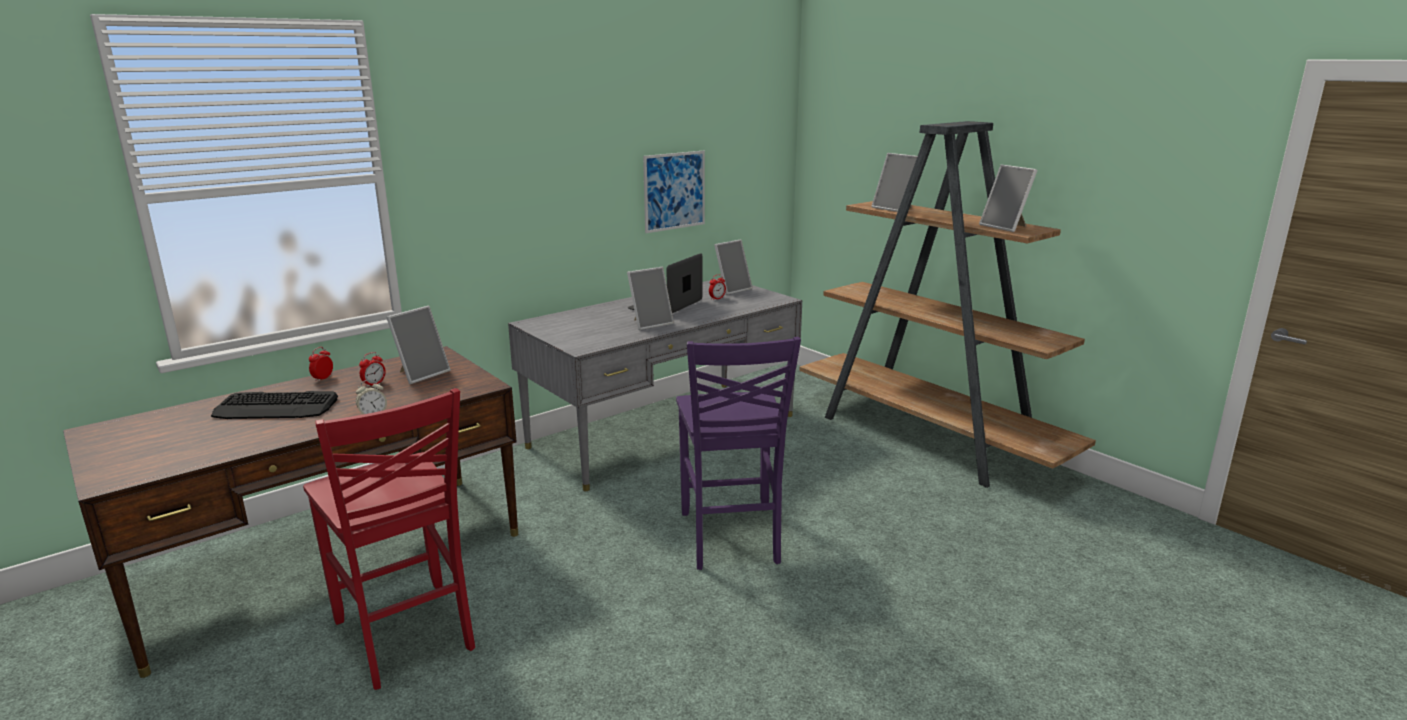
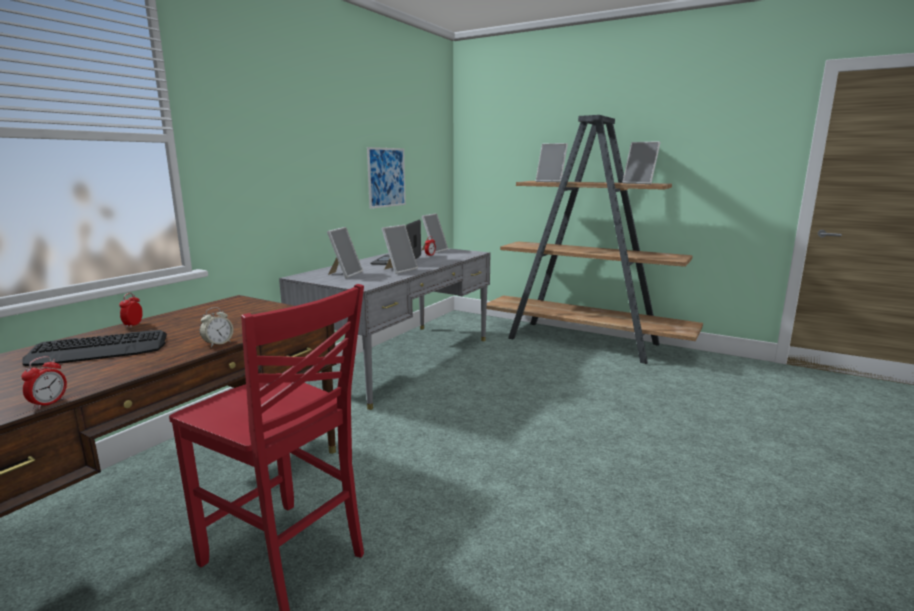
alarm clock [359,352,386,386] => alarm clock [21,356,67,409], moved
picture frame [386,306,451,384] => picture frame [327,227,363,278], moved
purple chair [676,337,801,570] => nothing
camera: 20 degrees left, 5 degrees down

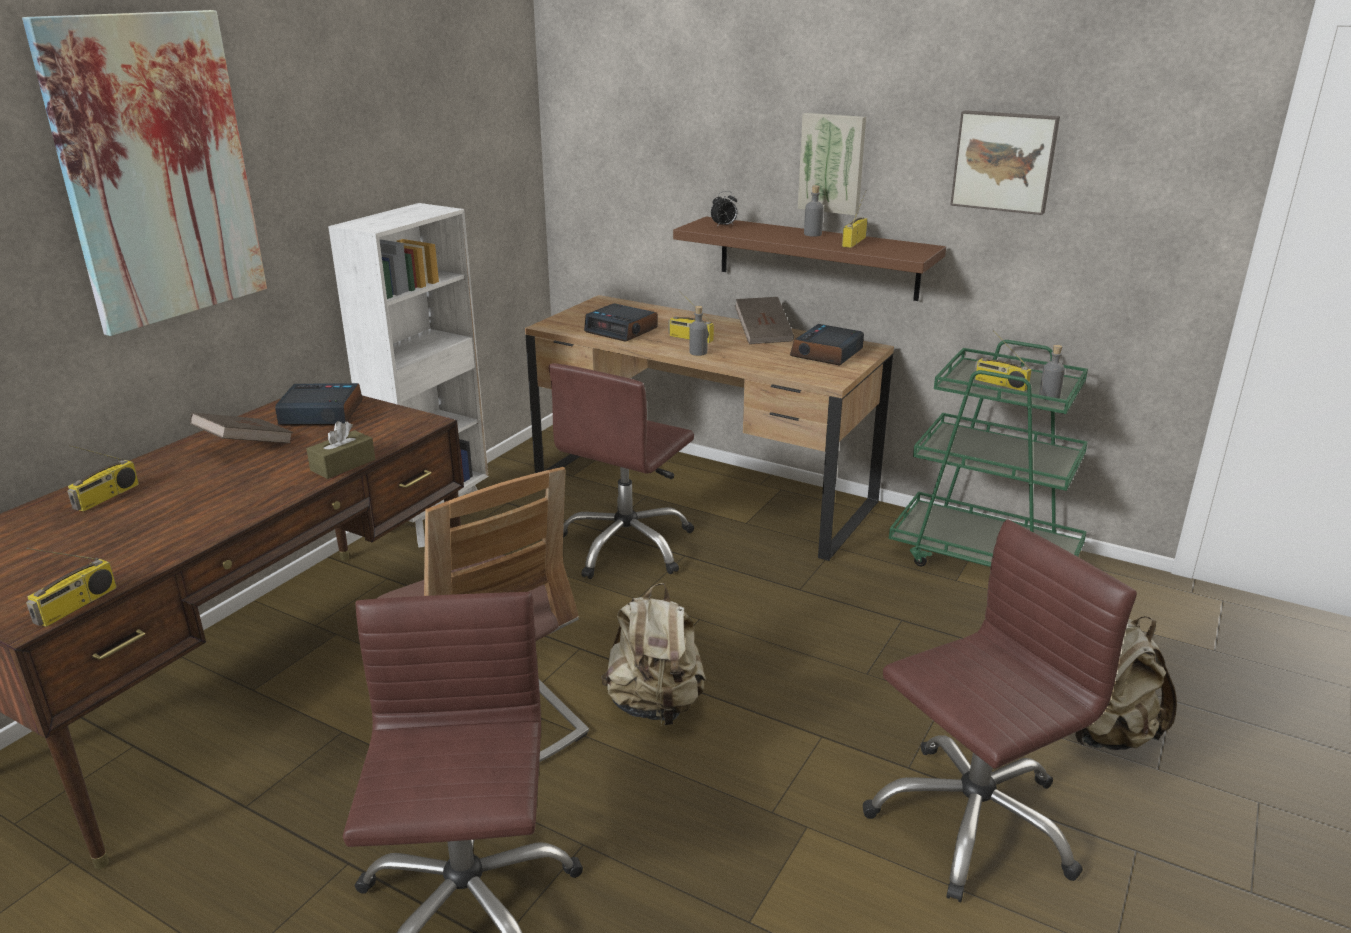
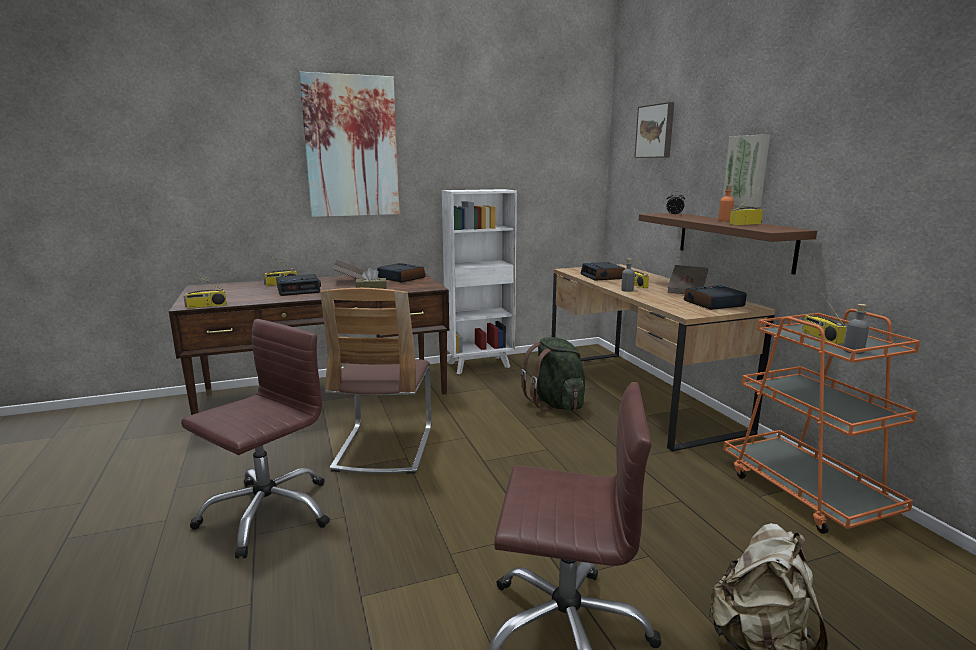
nothing => alarm clock [276,274,321,296]
brown office chair [549,363,694,579] => green backpack [521,337,585,411]
picture [950,110,1060,215] => picture [634,102,674,158], moved
grey bottle [804,185,824,237] => orange bottle [718,185,734,221]
green cart [889,340,1088,567] => orange cart [723,309,920,534]
beige backpack [601,583,706,726] => nothing
camera: 40 degrees right, 10 degrees down

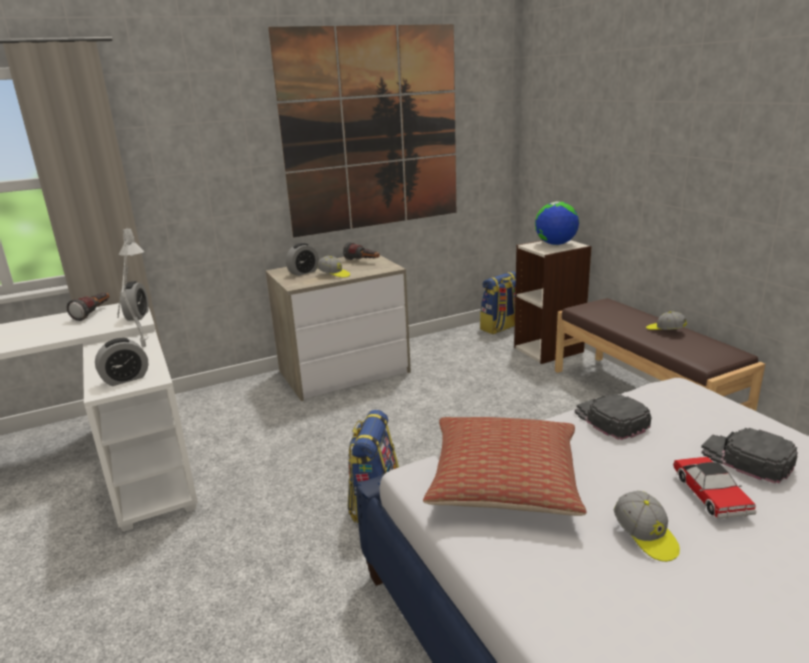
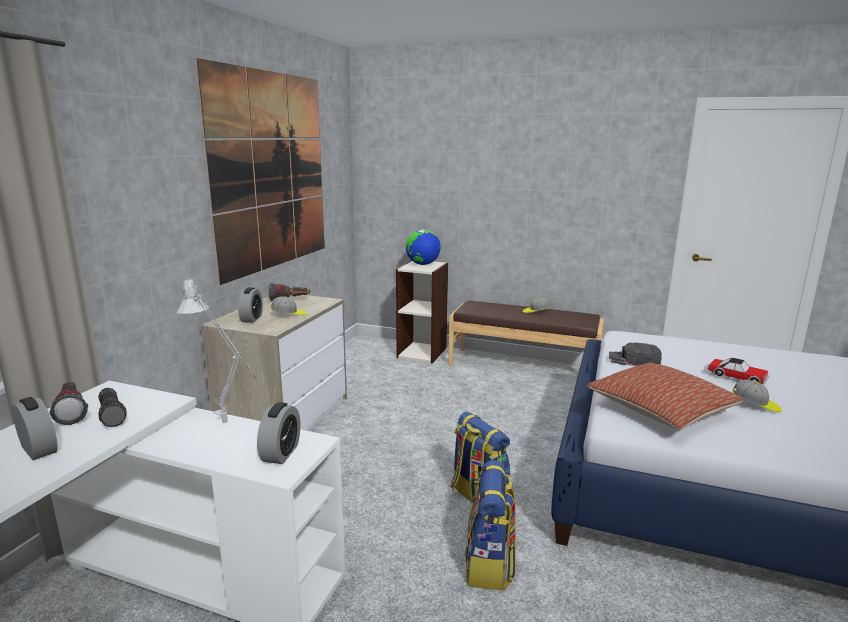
alarm clock [121,281,149,321] => alarm clock [12,397,58,460], moved
nothing => flashlight [98,388,127,427]
backpack [480,271,516,335] => backpack [465,460,516,591], moved
black cap [701,428,798,484] => nothing
camera: 45 degrees left, 5 degrees down

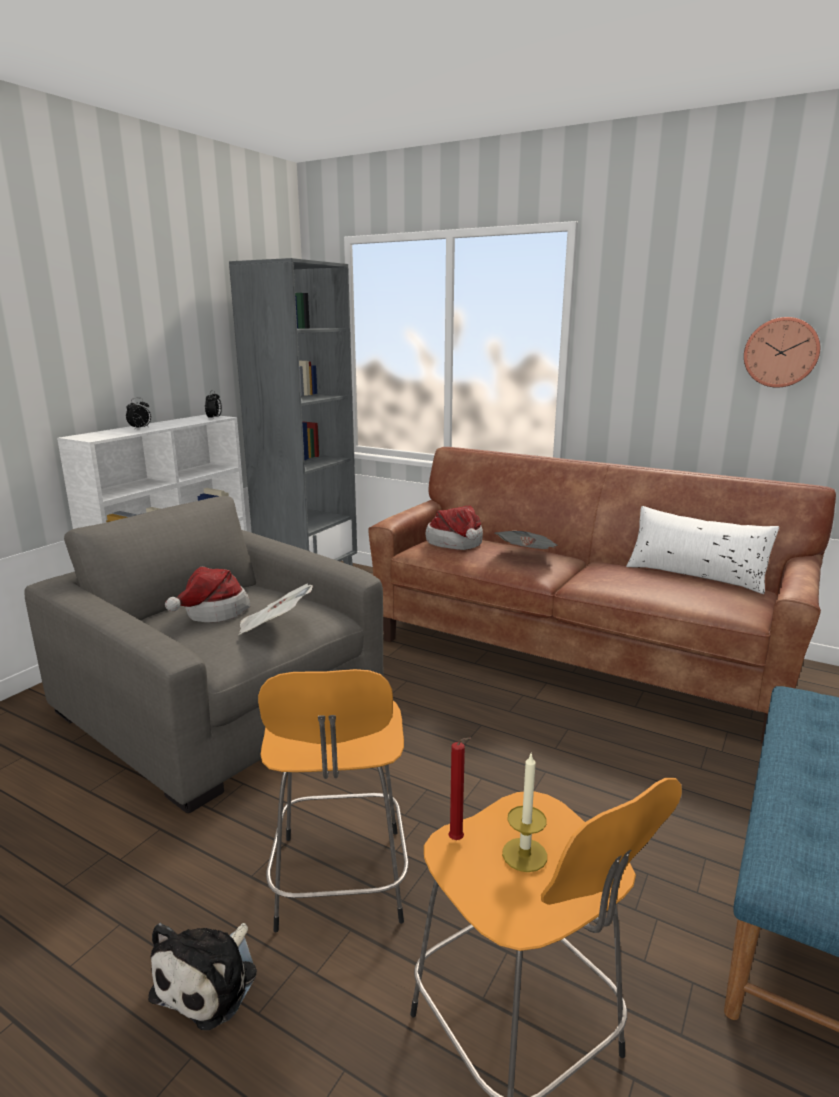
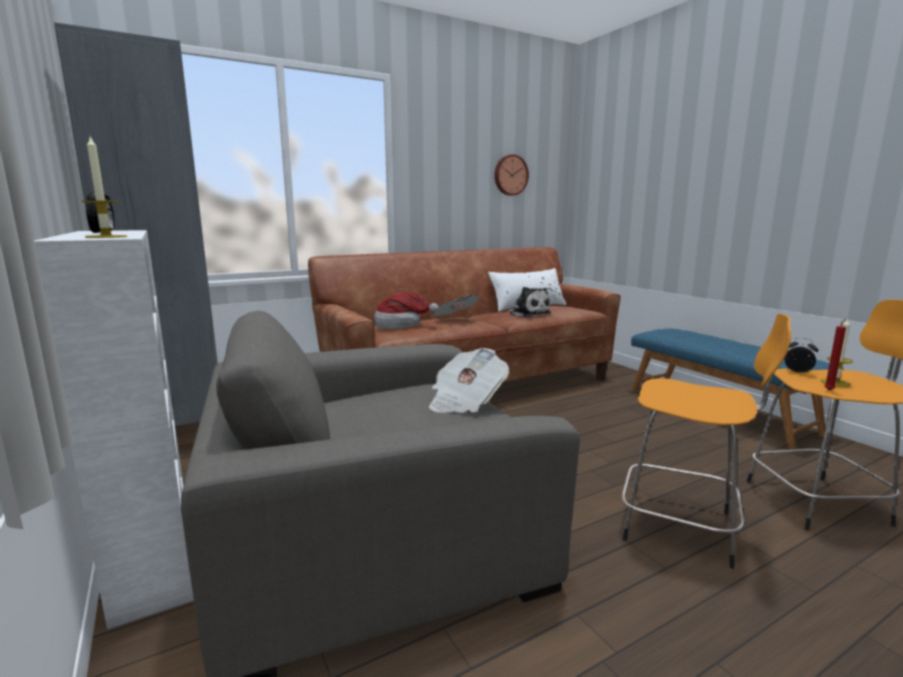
nothing => candle [82,137,127,238]
plush toy [148,923,257,1030] => plush toy [508,287,551,317], moved
alarm clock [205,390,222,418] => alarm clock [785,338,818,373], moved
hat [165,567,250,623] => nothing
camera: 60 degrees left, 5 degrees down

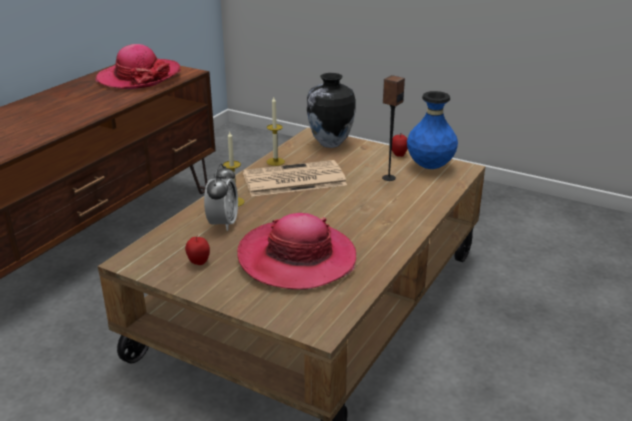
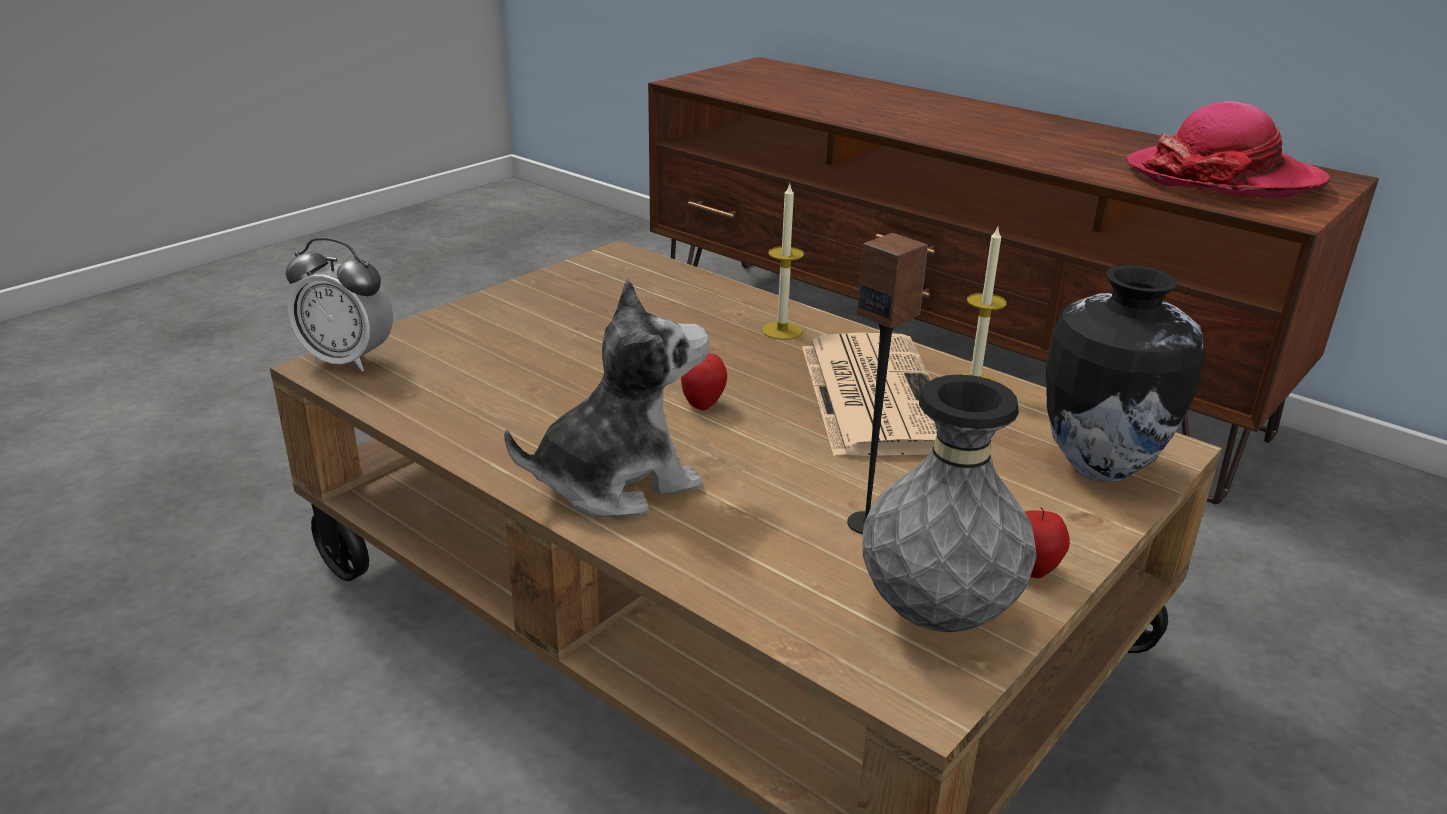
alarm clock [204,163,238,231] => alarm clock [286,237,393,371], moved
nothing => plush toy [504,278,709,517]
apple [185,235,210,265] => apple [681,353,727,410], moved
blue vase [407,91,458,169] => grey vase [863,375,1037,632]
hat [237,213,356,290] => nothing
camera: 100 degrees right, 0 degrees up

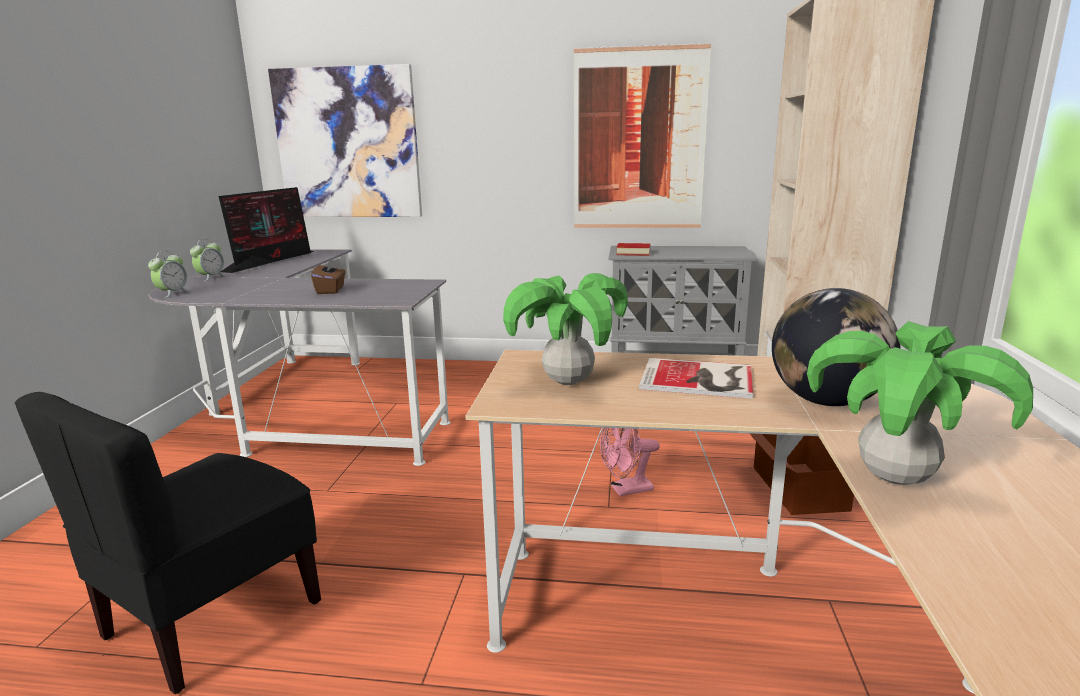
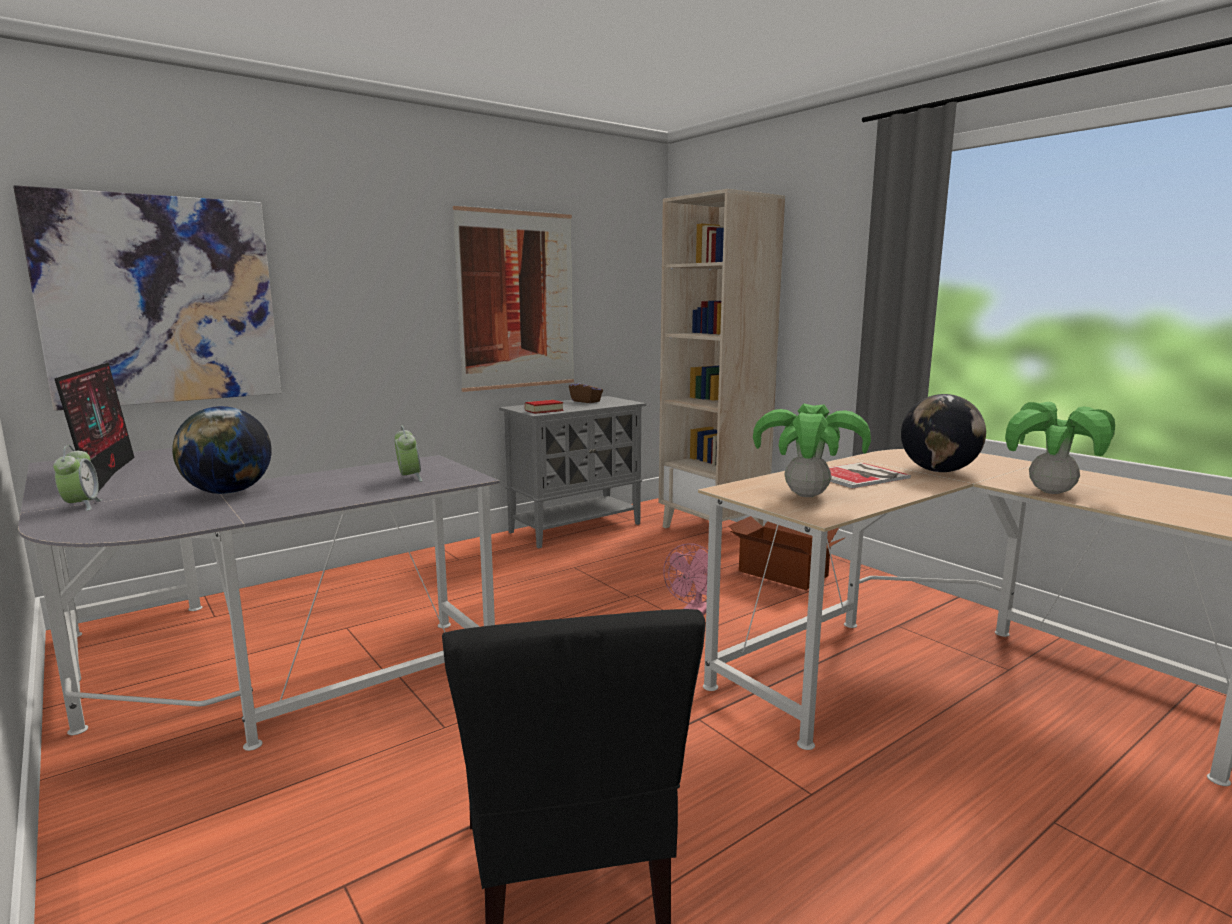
nothing => globe [172,406,272,494]
alarm clock [148,251,190,298] => alarm clock [395,425,422,482], moved
brown tissue box [311,258,346,294] => brown tissue box [569,377,603,403], moved
camera: 45 degrees left, 5 degrees down

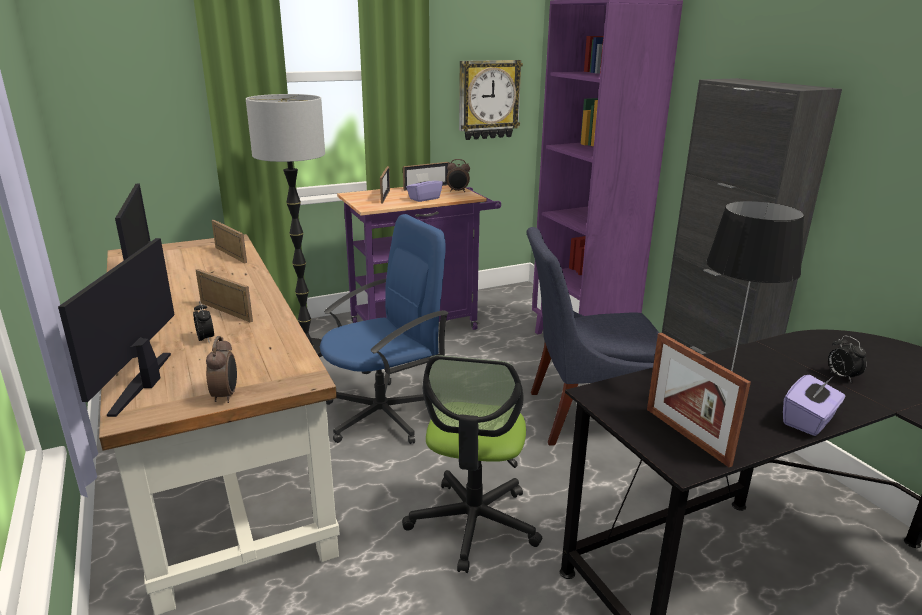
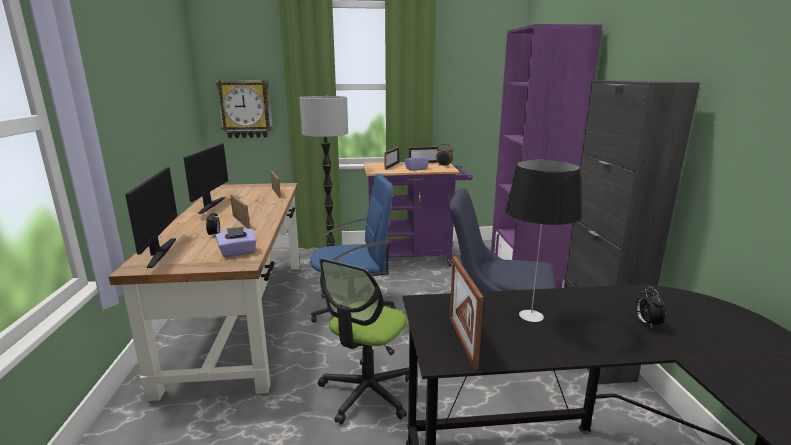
monitor [58,238,175,417] => monitor [125,167,177,268], 150 degrees clockwise
wall clock [459,60,523,140] => wall clock [216,80,272,138], moved
purple tissue box [783,375,845,436] => purple tissue box [216,227,257,257], moved
alarm clock [206,336,237,403] => nothing
camera: 20 degrees right, 5 degrees down

